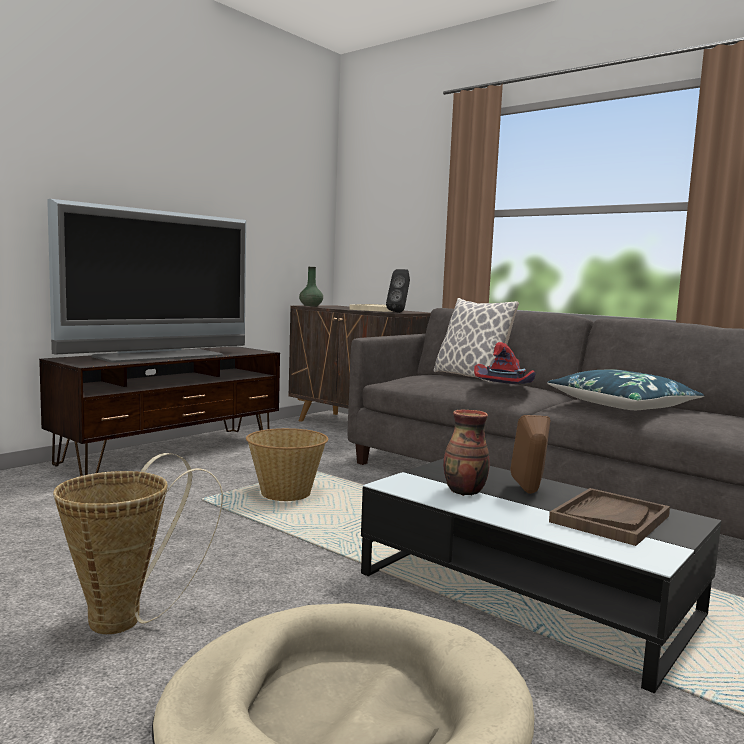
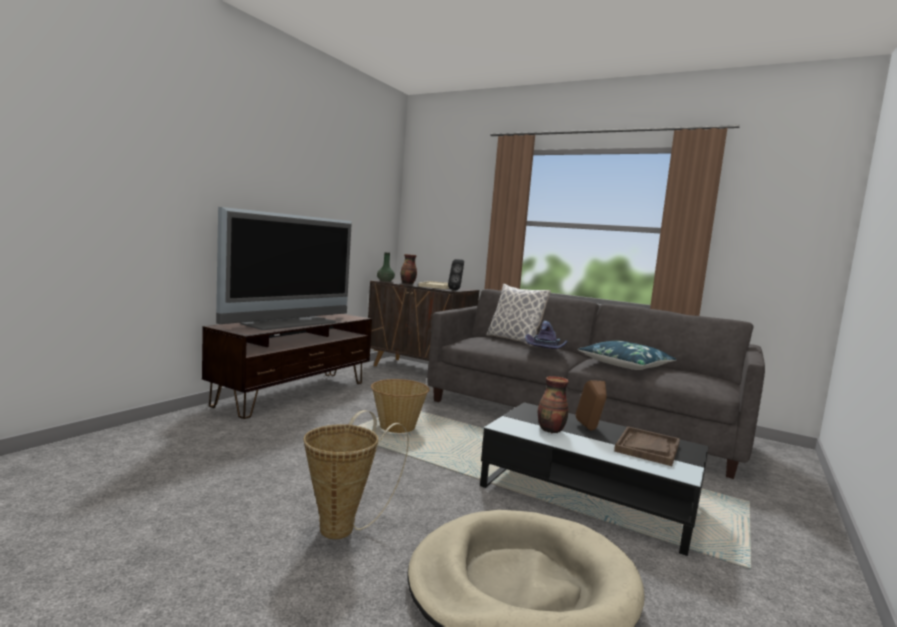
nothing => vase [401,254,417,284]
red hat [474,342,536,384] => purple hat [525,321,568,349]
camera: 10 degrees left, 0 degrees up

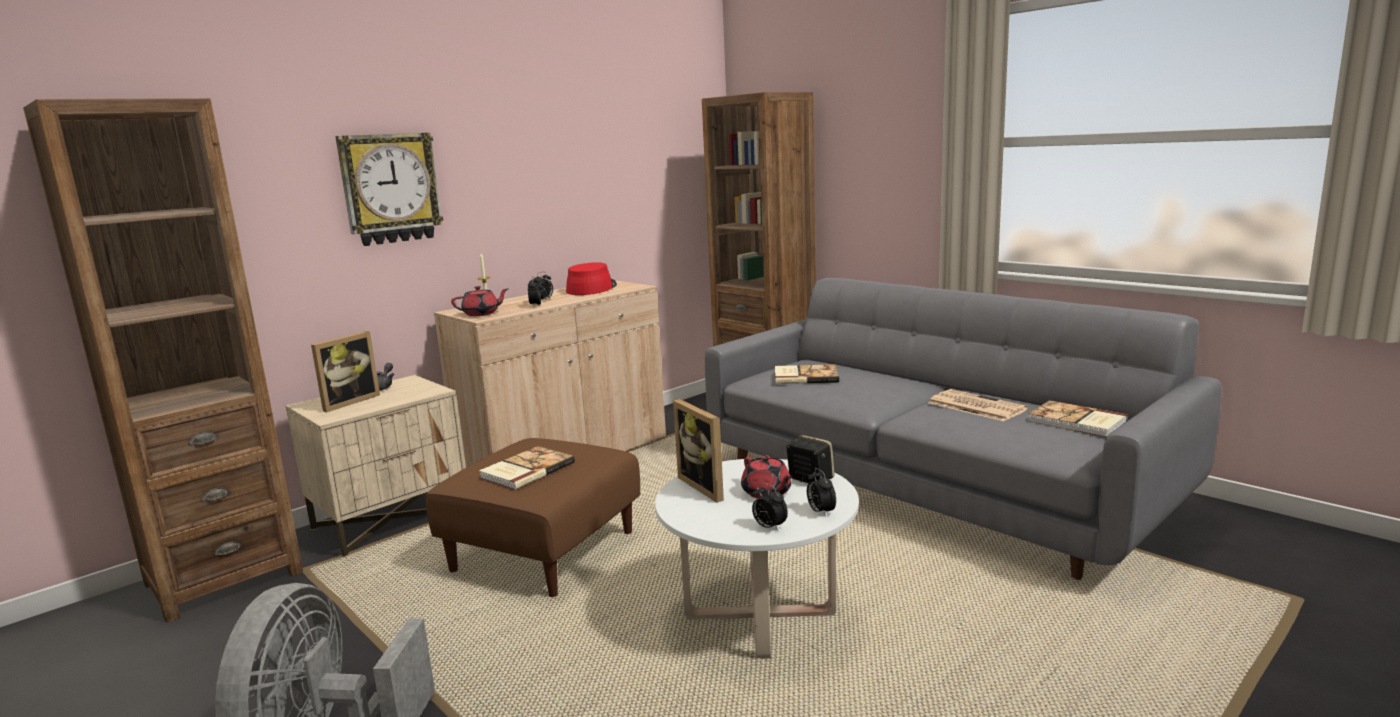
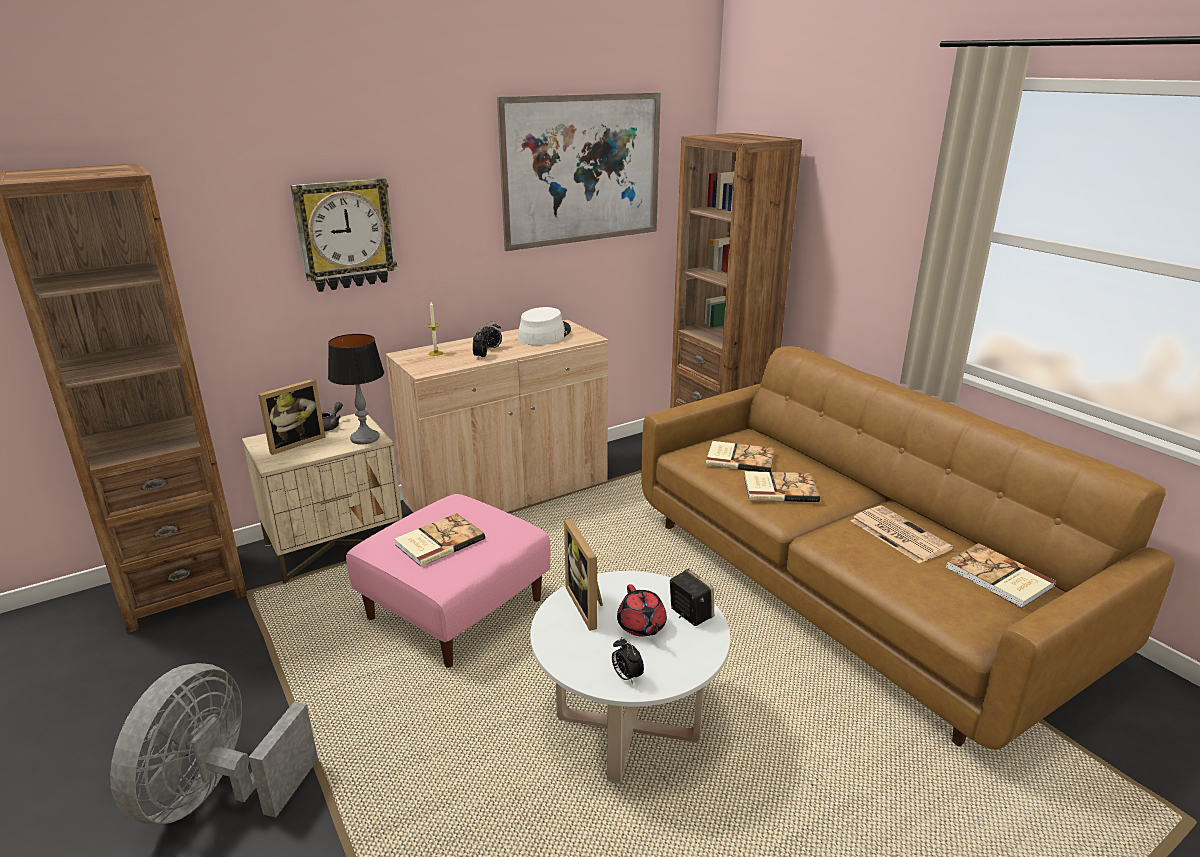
nothing => table lamp [328,334,384,445]
brown ottoman [425,438,640,597] => pink ottoman [346,494,551,668]
nothing => picture [497,93,661,251]
red hat [566,262,617,295] => white hat [518,307,571,345]
grey sofa [705,278,1222,580] => brown sofa [641,346,1174,750]
nothing => book [744,471,820,502]
red teapot [451,286,509,316] => nothing
alarm clock [807,468,836,517] => nothing
camera: 10 degrees right, 10 degrees up

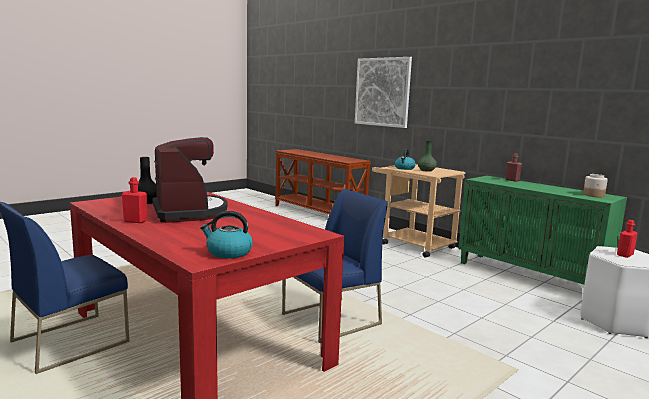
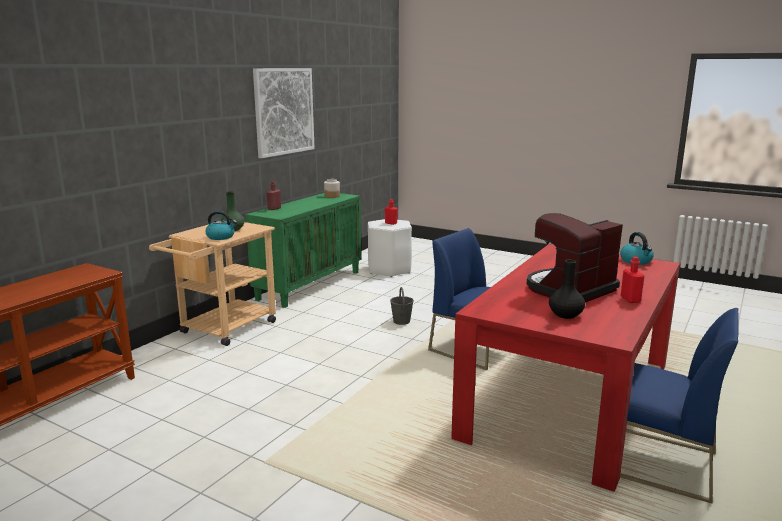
picture [355,57,412,128] => picture [253,68,315,158], moved
nothing => grey bucket [390,287,414,325]
camera: 105 degrees left, 5 degrees up

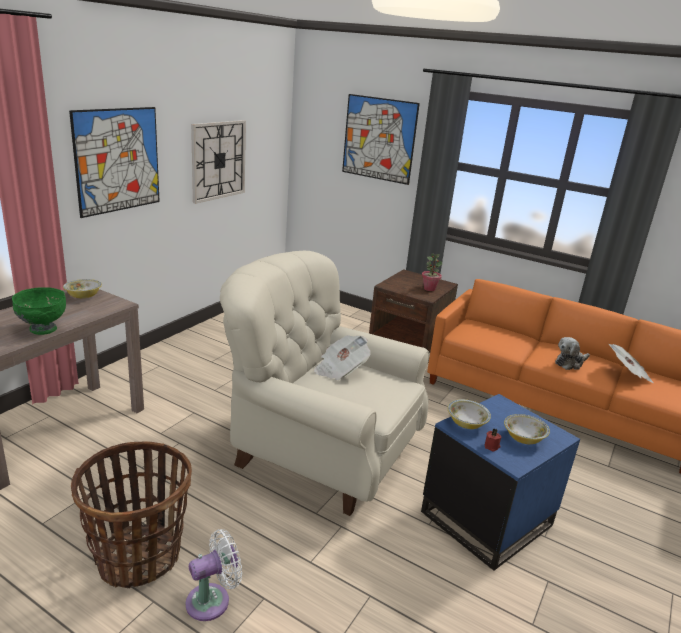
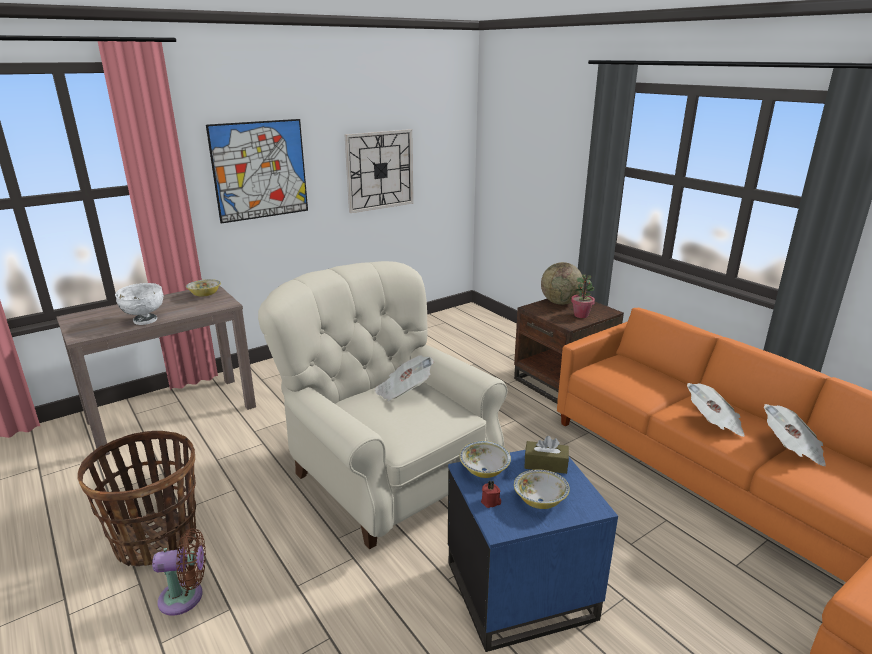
green bowl [12,287,66,335] => white bowl [115,283,164,325]
white fan [186,529,242,621] => brown fan [152,528,206,616]
nothing => brown tissue box [524,436,569,474]
nothing => globe [541,262,584,305]
plush toy [555,337,590,370] => newspaper [687,383,745,437]
picture [342,94,420,185] => nothing
camera: 25 degrees right, 0 degrees up

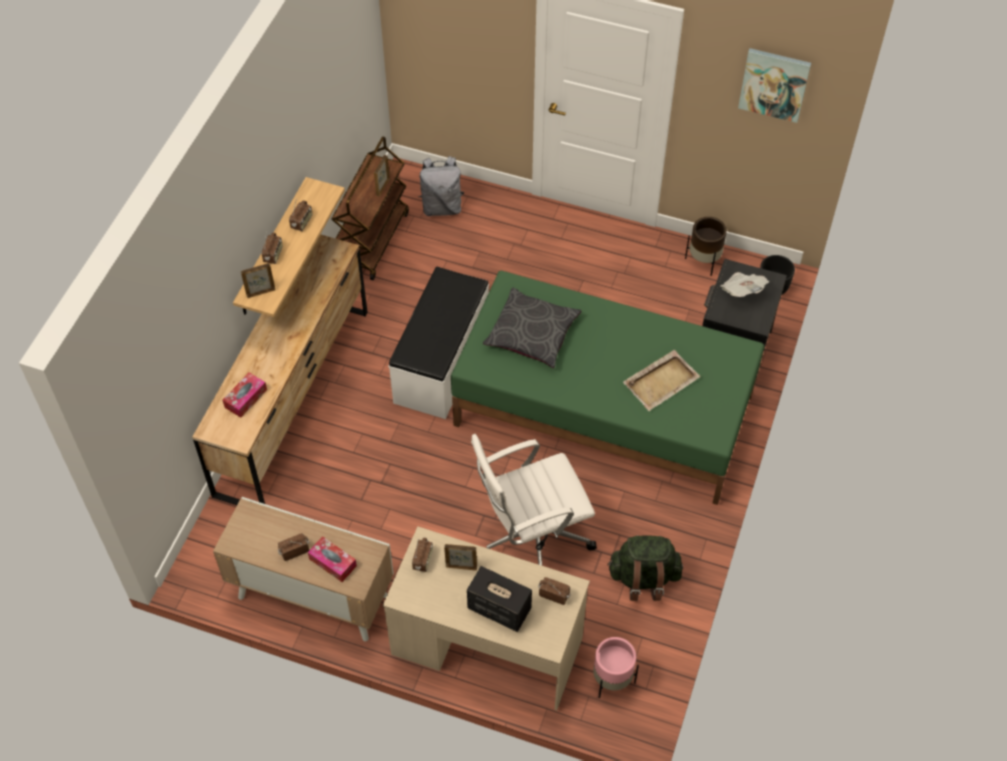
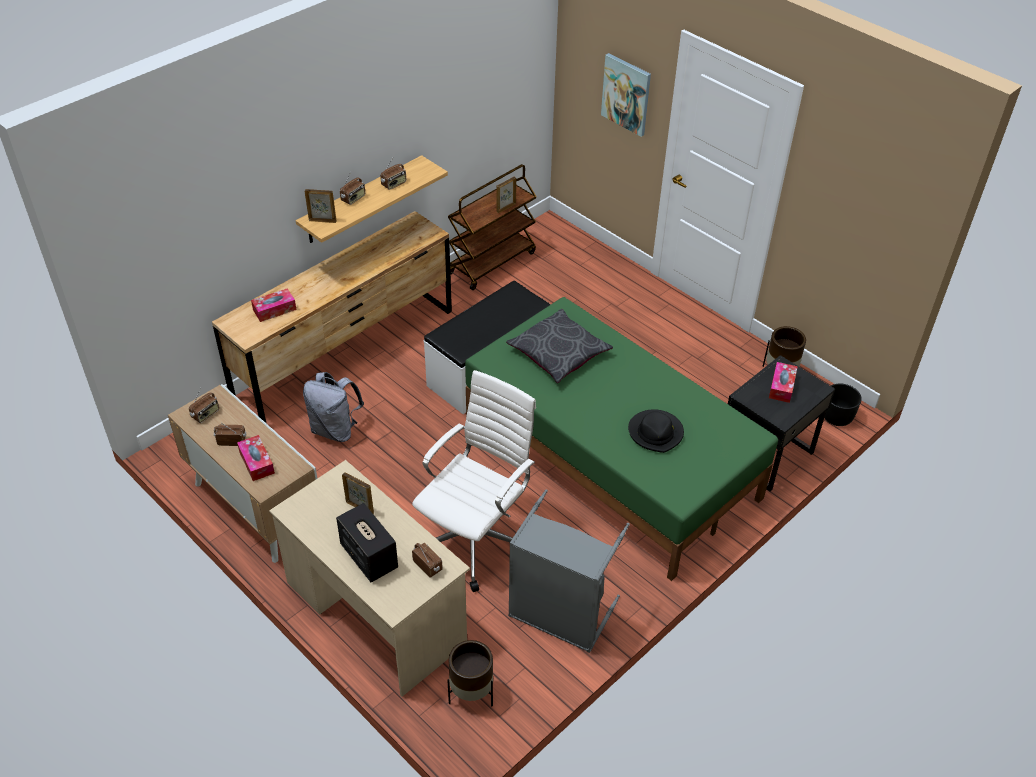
radio [412,538,433,572] => radio [189,388,219,423], moved
grey backpack [418,156,464,216] => grey backpack [303,372,364,442], moved
white office chair [471,434,597,566] => white office chair [412,370,536,592], 120 degrees clockwise
pink planter [593,637,639,698] => brown planter [447,640,493,706]
green backpack [607,535,683,601] => grey laundry basket [508,489,630,653]
picture [738,48,811,123] => picture [601,53,651,137], moved
beige tray [623,350,701,411] => black hat [628,409,684,453]
newspaper [720,272,769,297] => tissue box [769,362,798,403]
camera: 25 degrees right, 10 degrees down

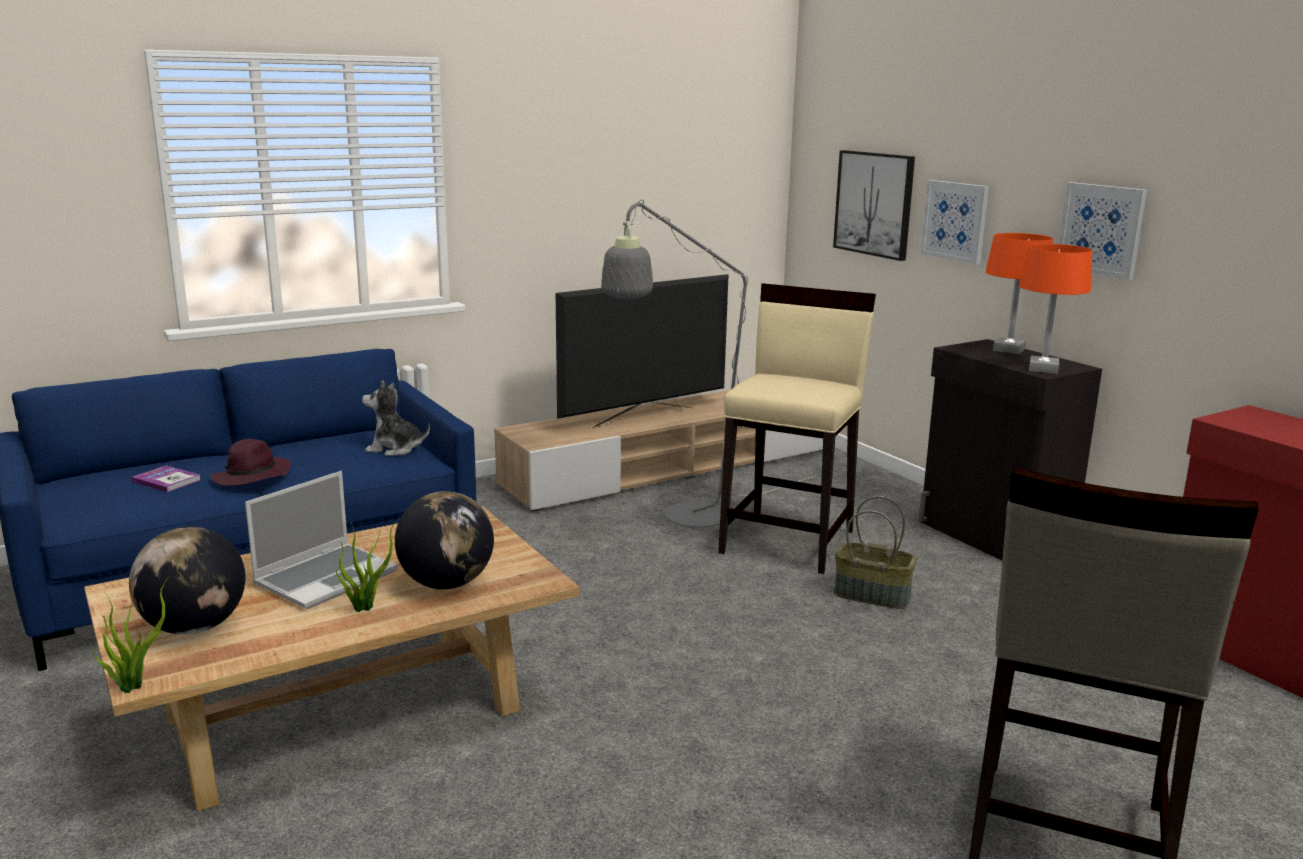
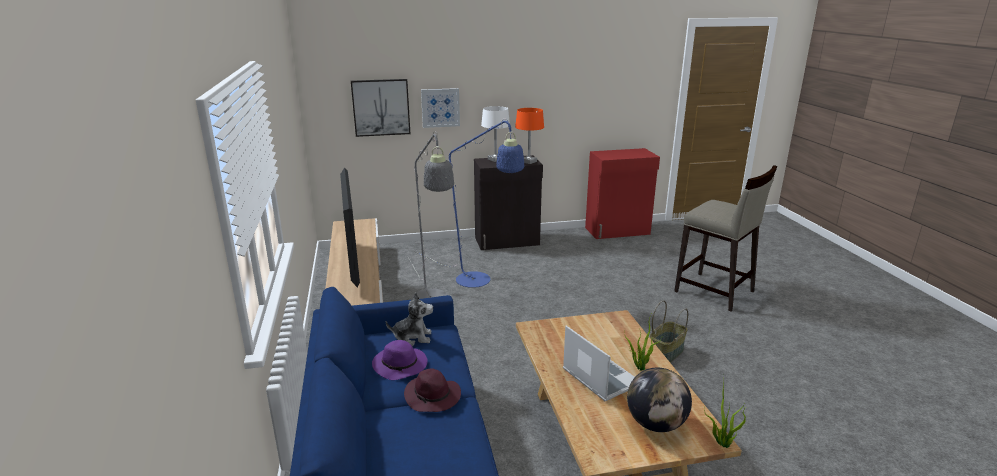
nothing => purple hat [372,340,428,380]
plush toy [362,380,430,456] => plush toy [386,292,433,346], 120 degrees counterclockwise
beige stool [718,283,876,574] => blue floor lamp [414,119,524,288]
orange table lamp [986,233,1053,354] => white table lamp [481,106,510,162]
basket [834,496,917,609] => basket [650,300,688,363], moved
book [131,466,200,492] => nothing
globe [395,491,494,589] => nothing
picture [1059,182,1147,280] => nothing
camera: 70 degrees left, 5 degrees up

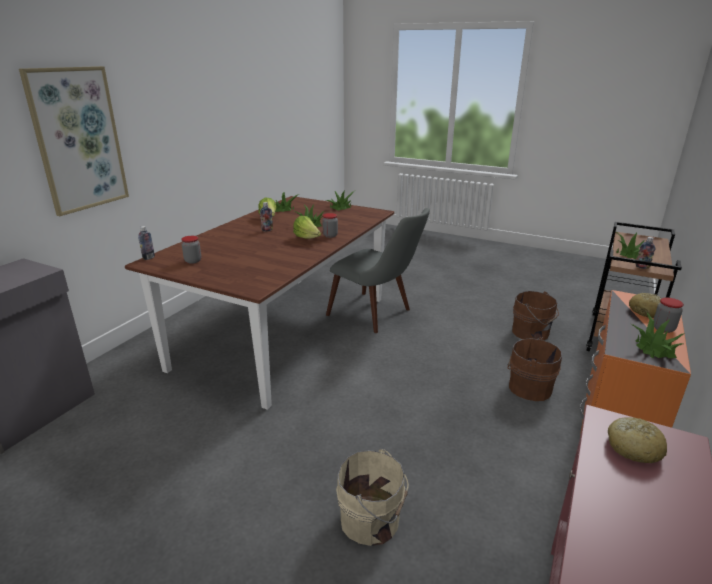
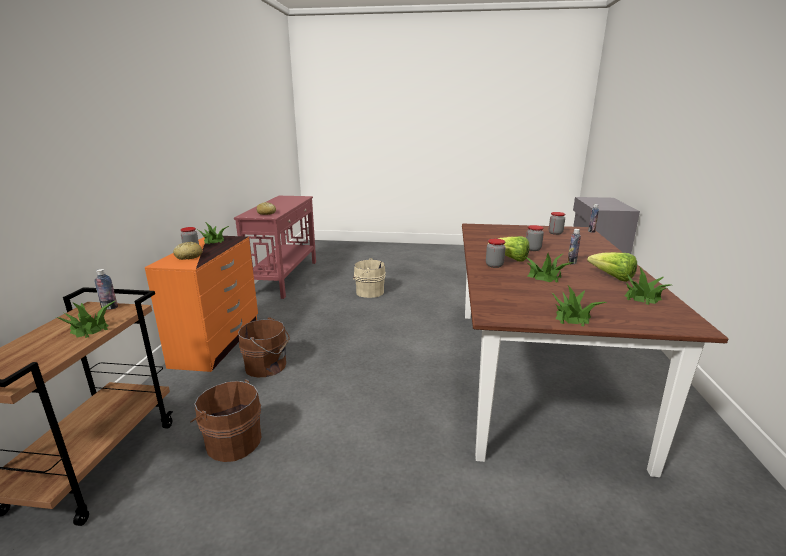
nothing => jar [526,225,544,251]
picture [19,66,129,216] => nothing
grey chair [326,208,430,333] => nothing
camera: 160 degrees right, 5 degrees down

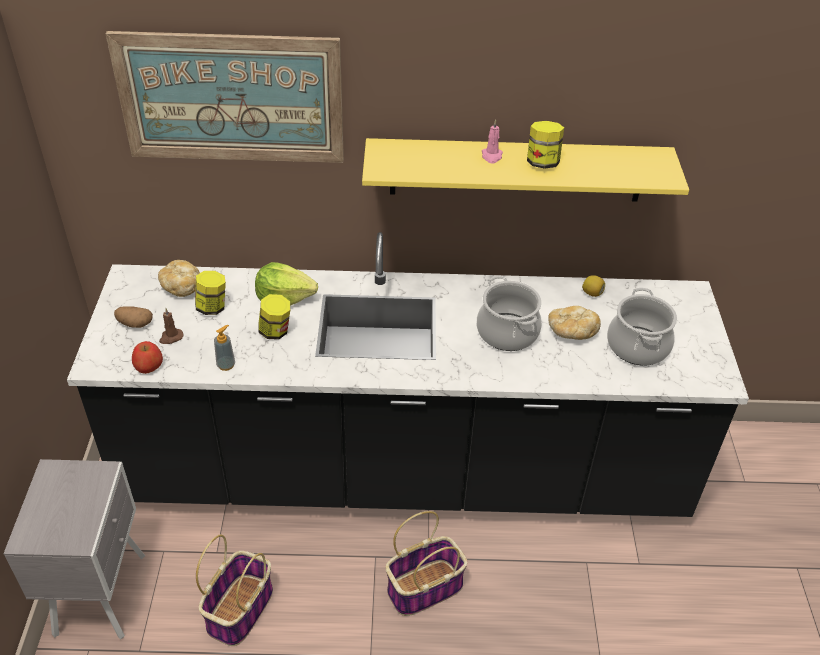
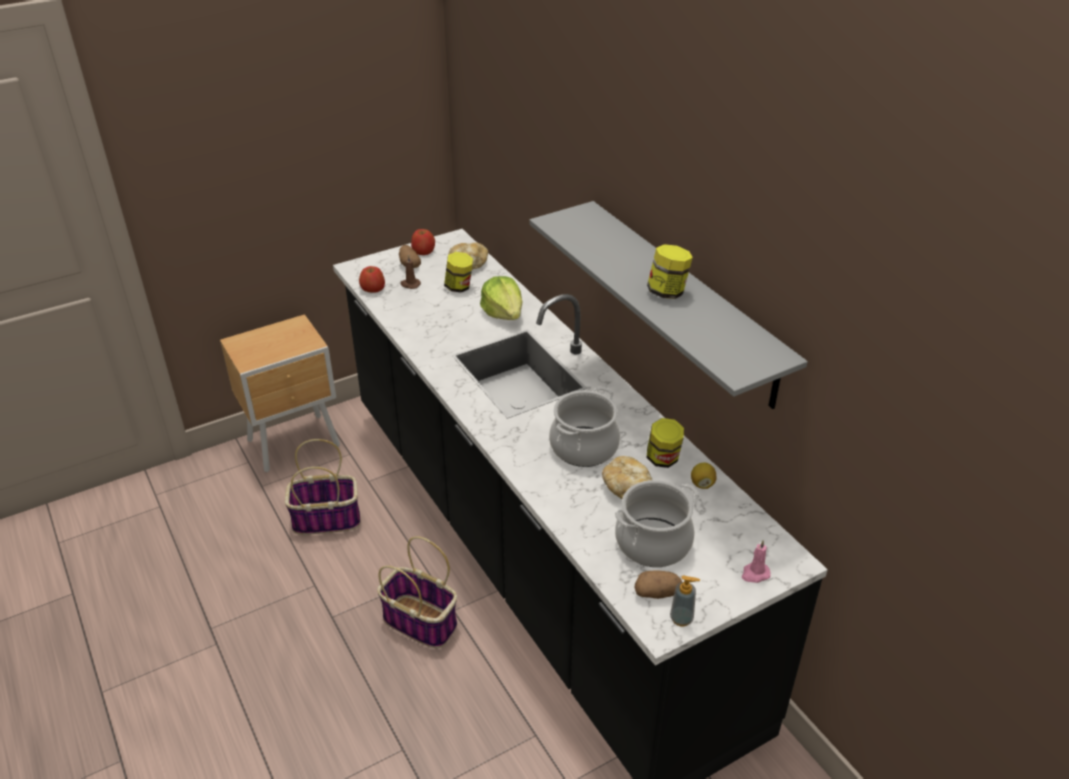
grey nightstand [3,459,145,639] => brown nightstand [220,314,340,473]
nothing => apple [411,229,435,255]
yellow shelf [362,138,689,202] => grey shelf [529,201,808,409]
nothing => potato [634,570,682,599]
jar [258,294,290,340] => jar [647,418,684,468], moved
soap dispenser [214,325,235,371] => soap dispenser [670,576,700,626], moved
pink candle [482,119,503,163] => pink candle [742,540,771,583], moved
picture [106,31,344,163] => nothing
camera: 60 degrees right, 5 degrees down

